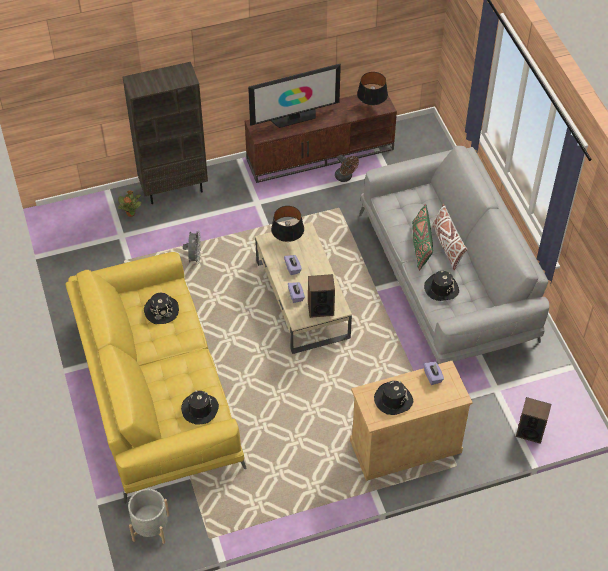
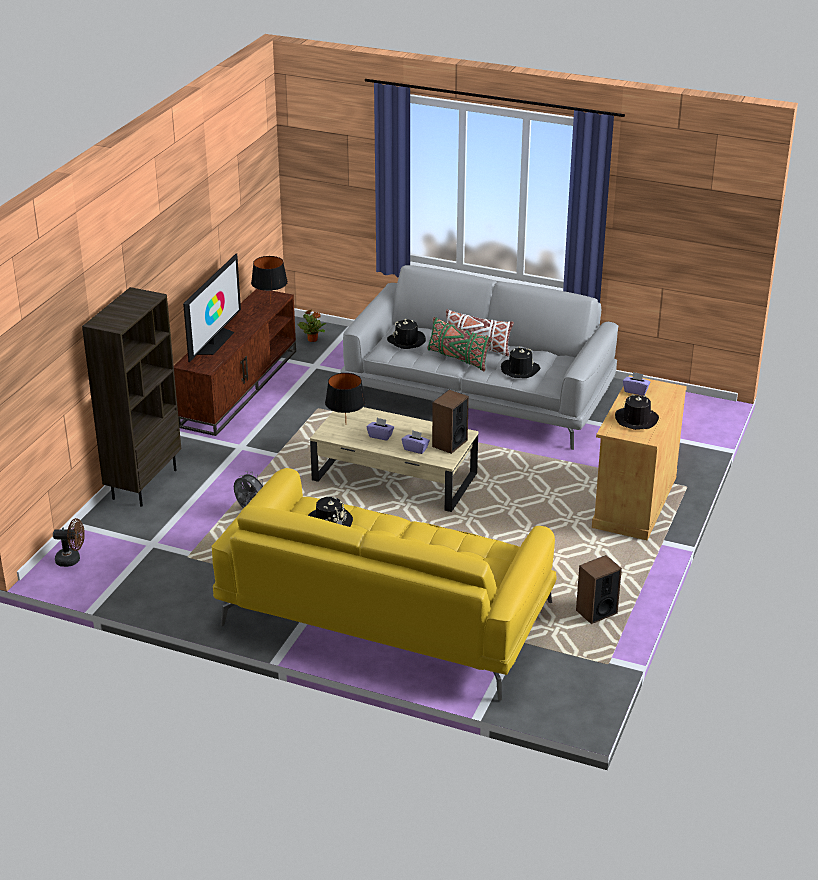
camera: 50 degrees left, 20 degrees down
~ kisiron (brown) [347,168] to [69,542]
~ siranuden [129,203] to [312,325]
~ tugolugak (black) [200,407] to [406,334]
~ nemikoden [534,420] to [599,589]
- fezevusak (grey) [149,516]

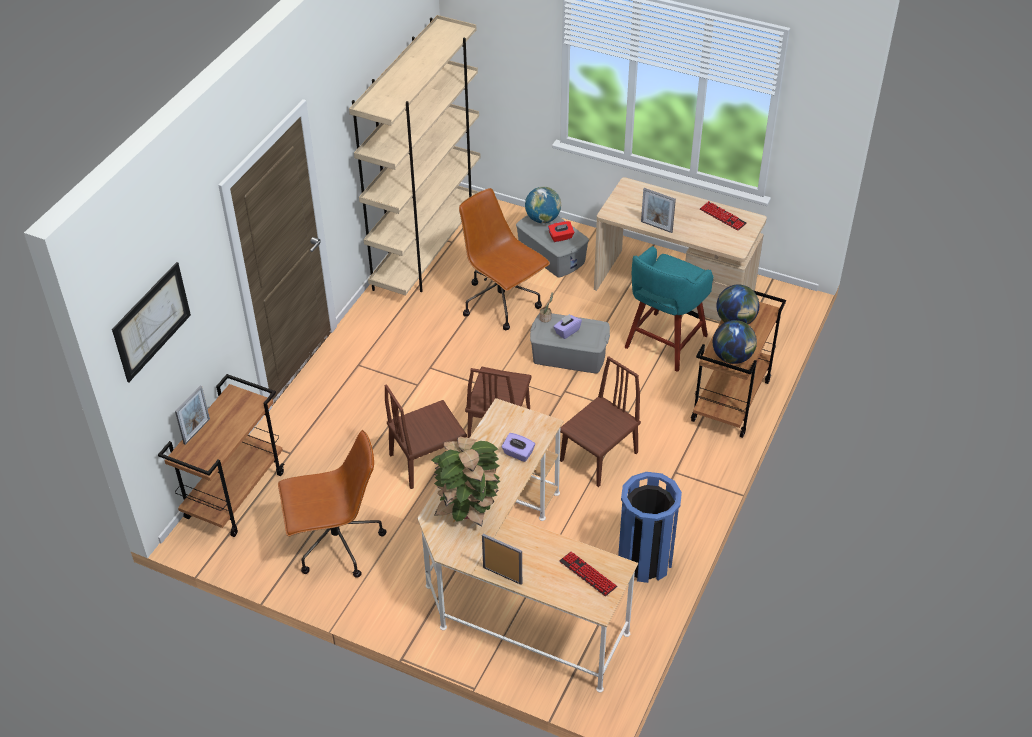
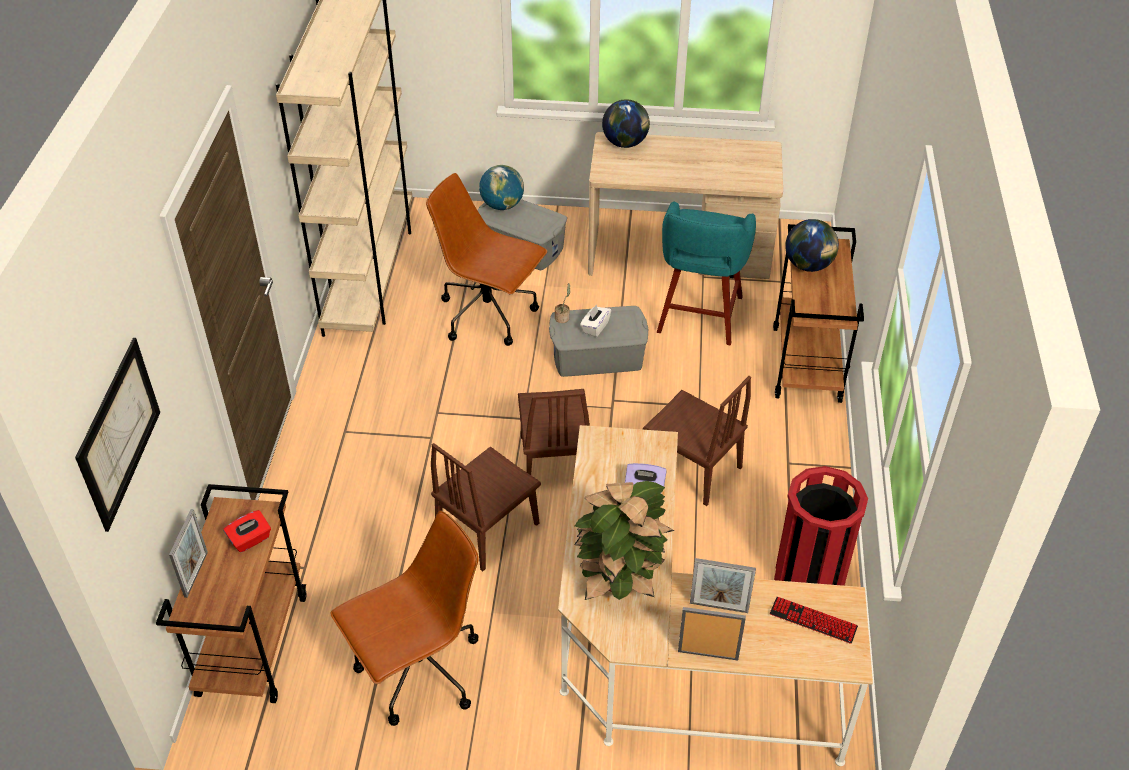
camera: 20 degrees left, 0 degrees up
~ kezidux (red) [561,231] to [247,531]
~ kezidux (purple) [567,326] to kezidux (white) [595,320]
~ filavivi [735,342] to [626,123]
~ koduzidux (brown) [600,421] = [697,441] 105 degrees clockwise
~ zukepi [658,210] to [723,585]
~ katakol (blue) [650,527] to katakol (red) [821,526]
- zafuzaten [723,216]

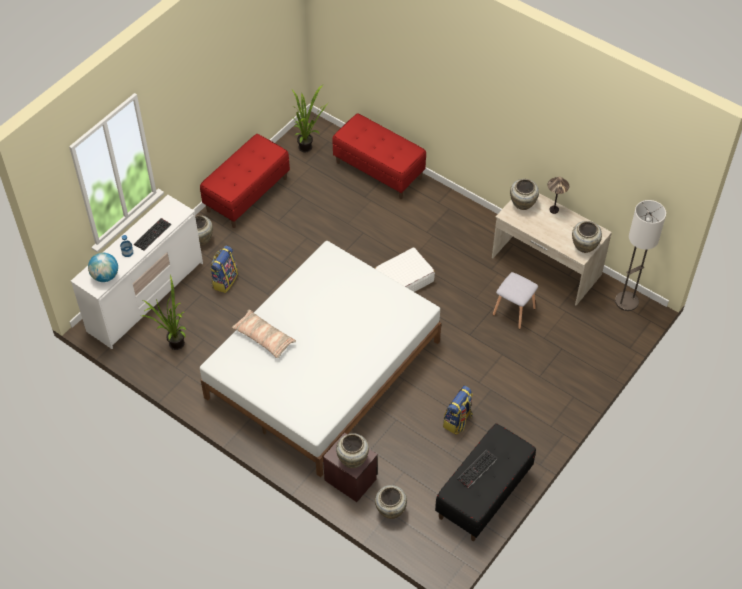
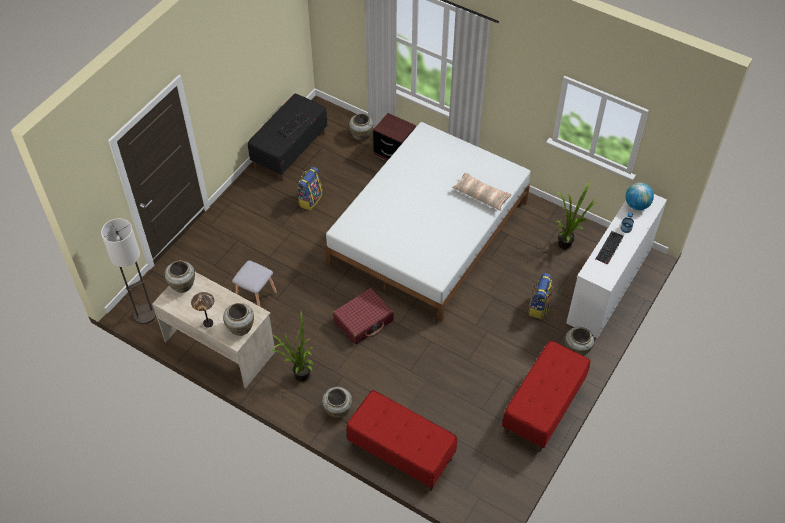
camera: 175 degrees right, 0 degrees up
~ siranuden [310,118] to [291,346]
~ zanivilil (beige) [352,450] to [337,402]
~ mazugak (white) [405,269] to mazugak (red) [363,316]

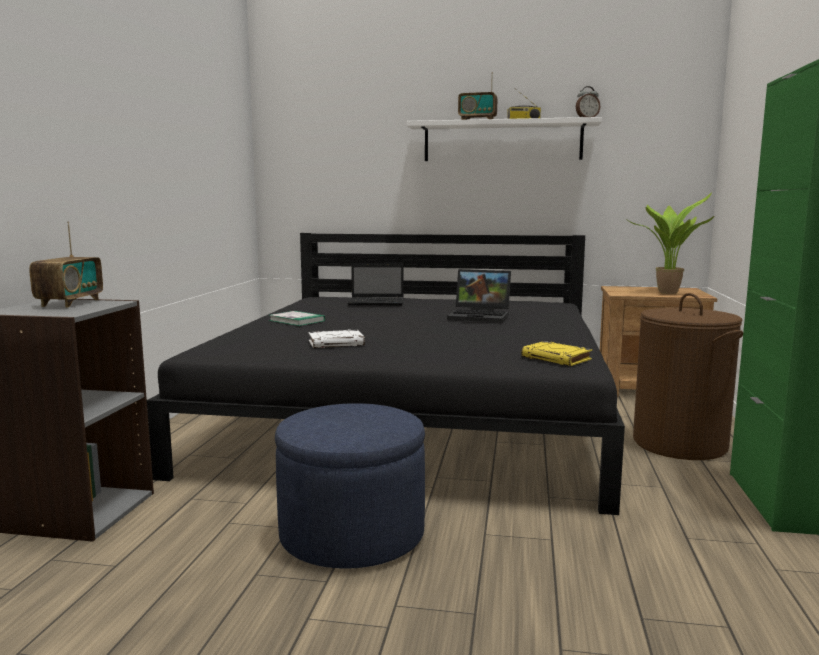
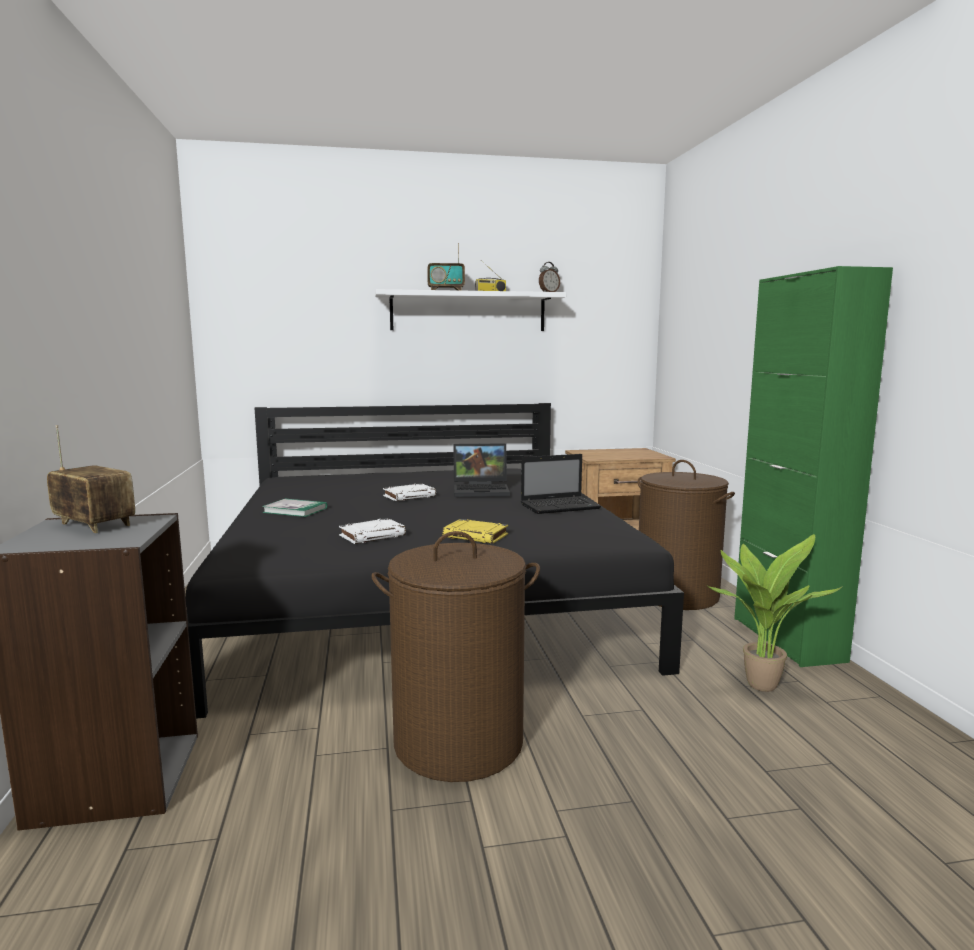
camera: 20 degrees left, 0 degrees up
~ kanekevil [66,264] = [91,479] 45 degrees counterclockwise
~ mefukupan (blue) [350,486] to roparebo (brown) [455,656]
+ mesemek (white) [409,492]
~ mesemek (yellow) [556,353] to [475,531]
~ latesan [376,284] to [561,484]
~ siranuden [671,243] to [774,613]

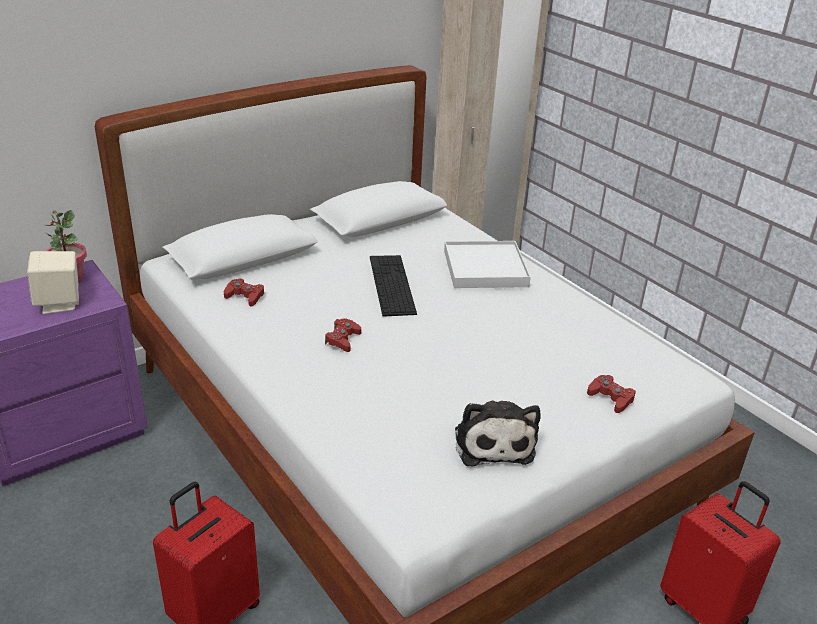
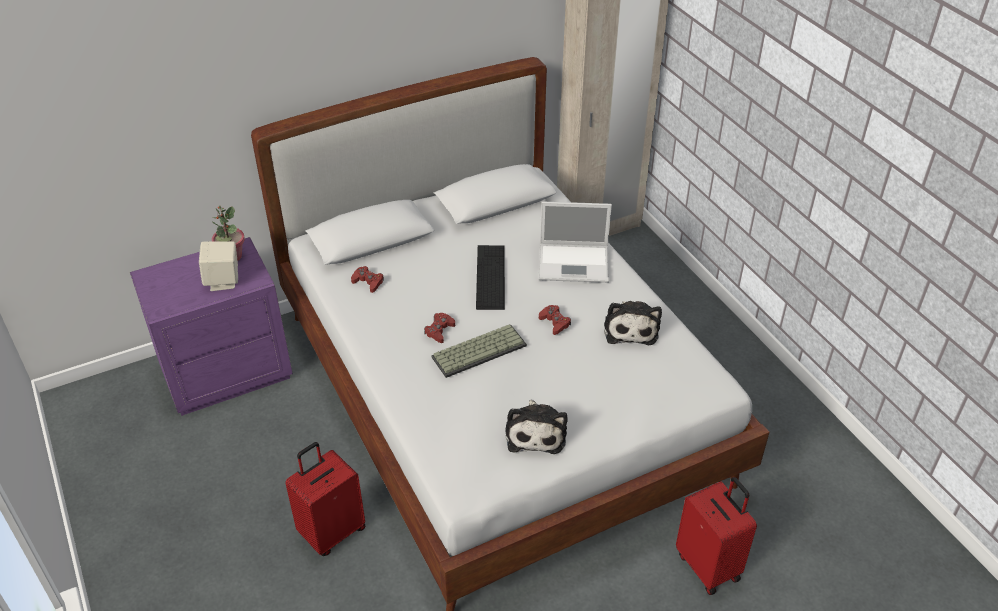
camera: 10 degrees right, 10 degrees up
+ zafuzaten [479,351]
~ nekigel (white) [487,264] to latesan [575,242]
~ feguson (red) [611,394] to [555,320]
+ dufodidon [633,323]

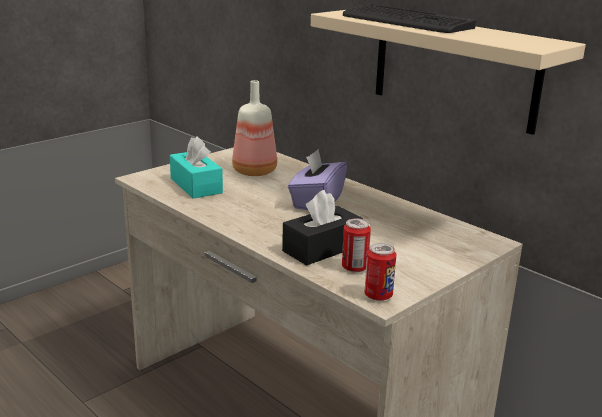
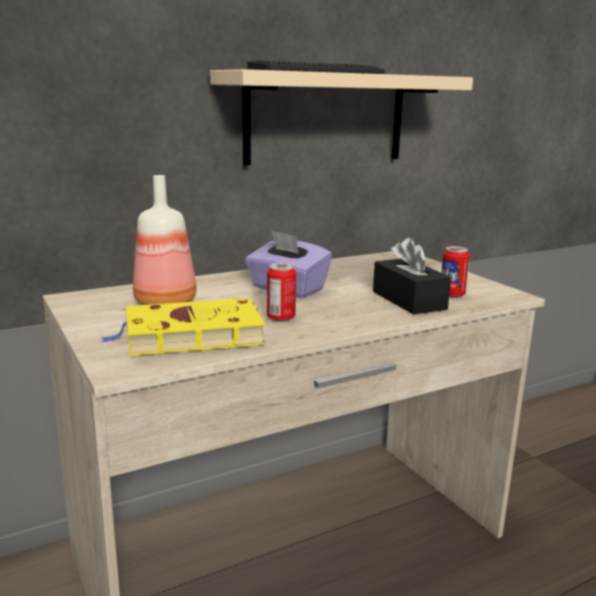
camera: 75 degrees left, 5 degrees down
~ kezidux (turquoise) [196,167] to mesemek (yellow) [183,327]
~ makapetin [380,272] to [281,292]

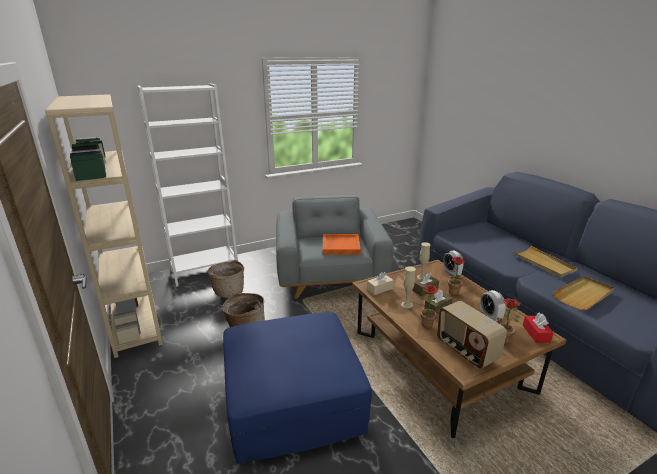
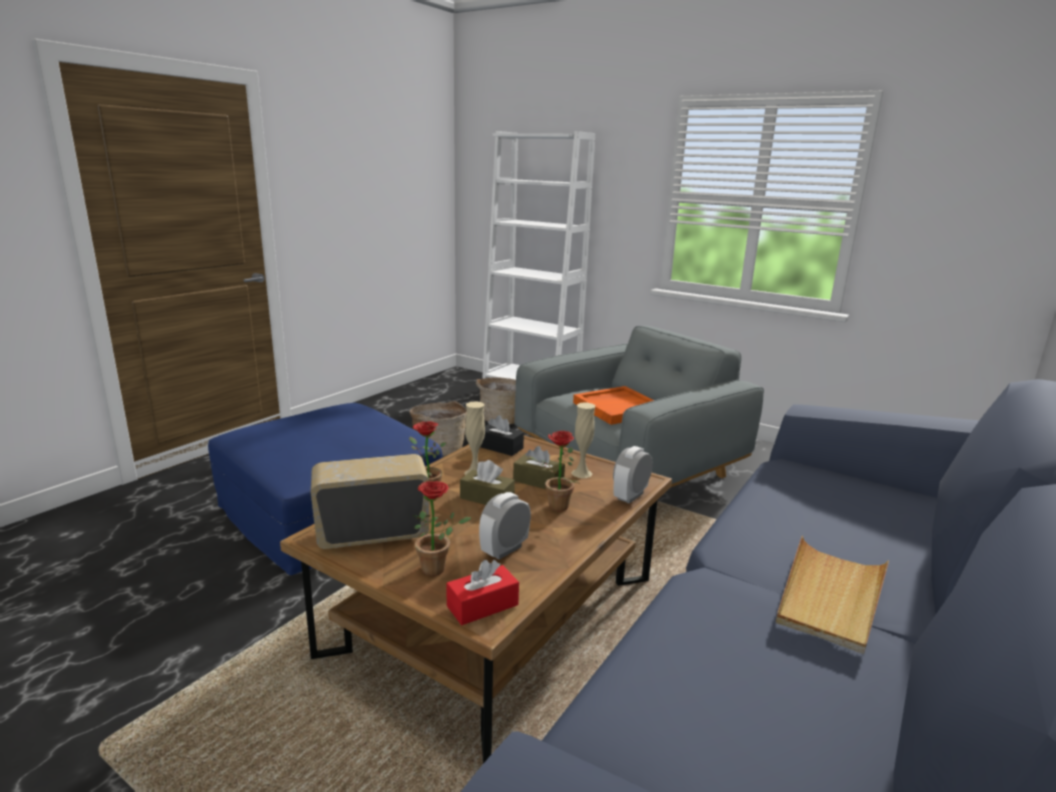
camera: 60 degrees right, 5 degrees down
~ kanekevil [472,335] = [370,501] 45 degrees clockwise
~ kezidux (beige) [380,283] to kezidux (black) [502,435]
- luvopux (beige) [104,226]
- nekigel (beige) [583,293]

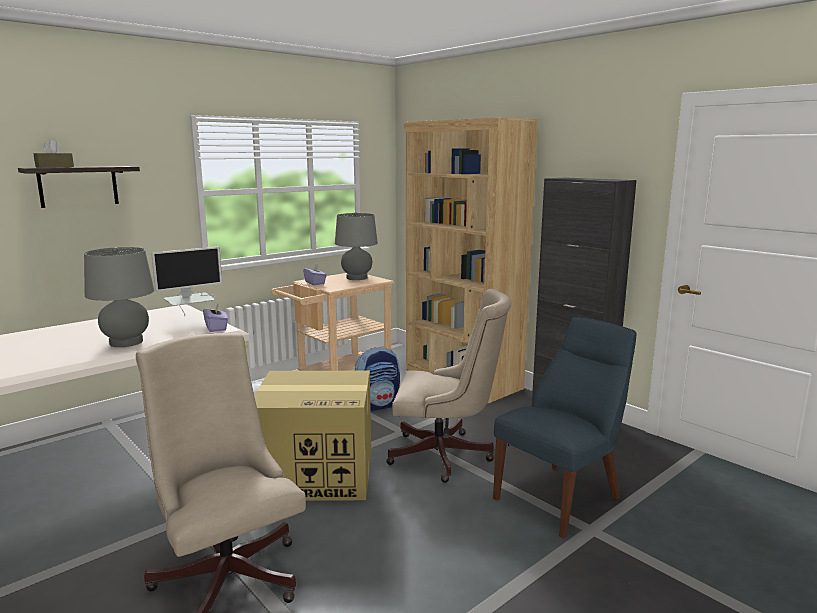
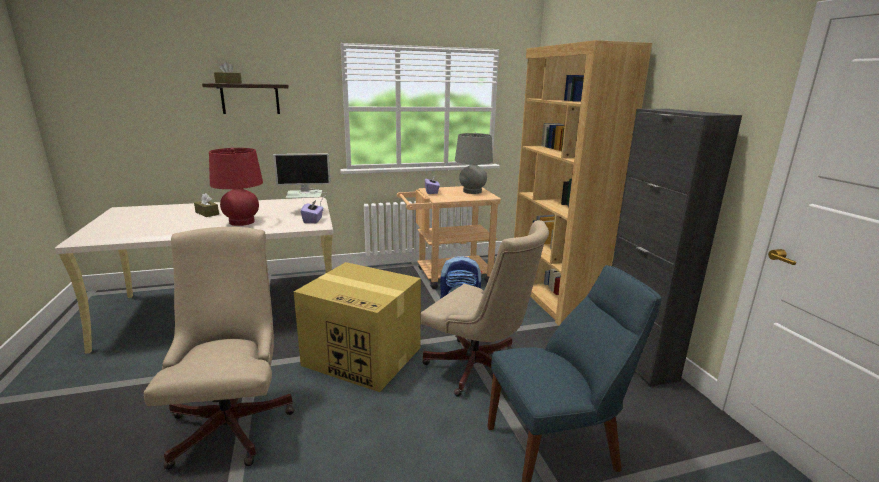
camera: 25 degrees right, 5 degrees up
+ kezidux (brown) [206,205]
~ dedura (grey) [119,297] to dedura (red) [236,187]

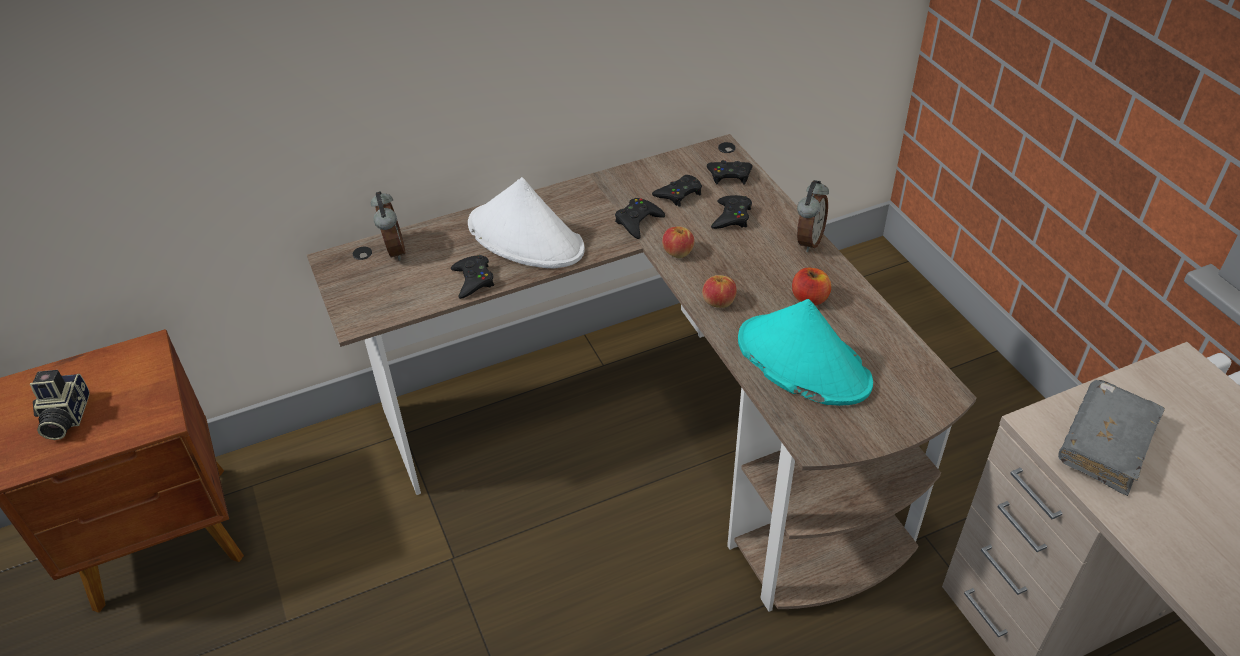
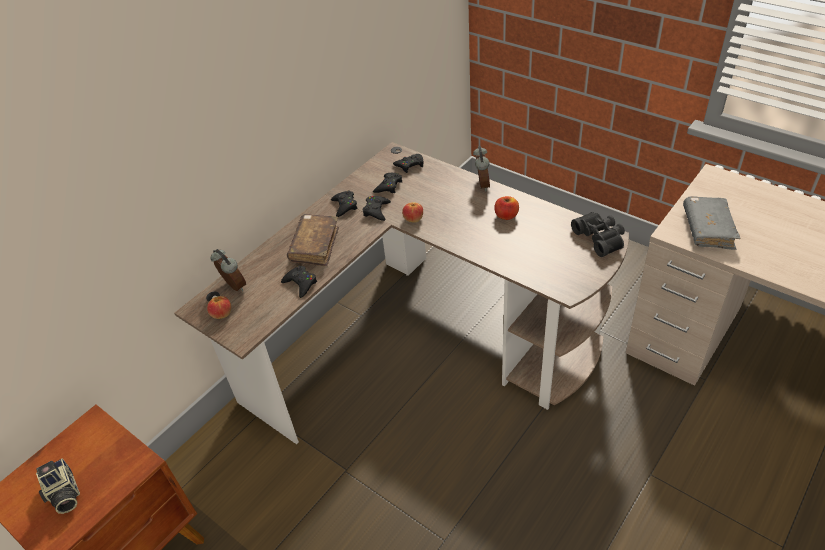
camera: 25 degrees left, 0 degrees up
~ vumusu [719,291] to [219,307]
~ tugolugak (white) [526,222] to mesemek (brown) [313,240]
~ feguson (black) [731,212] to [344,203]
+ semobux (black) [598,234]
- tugolugak (turquoise) [805,352]

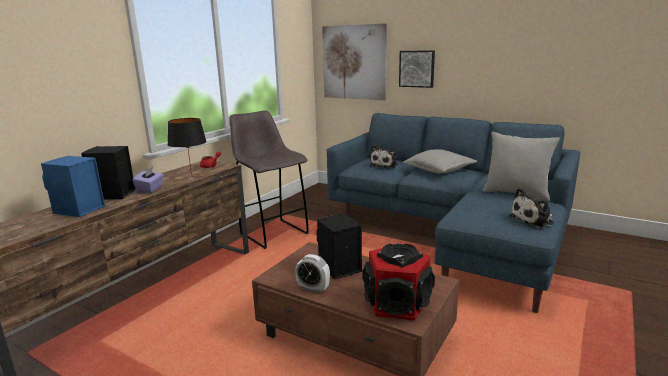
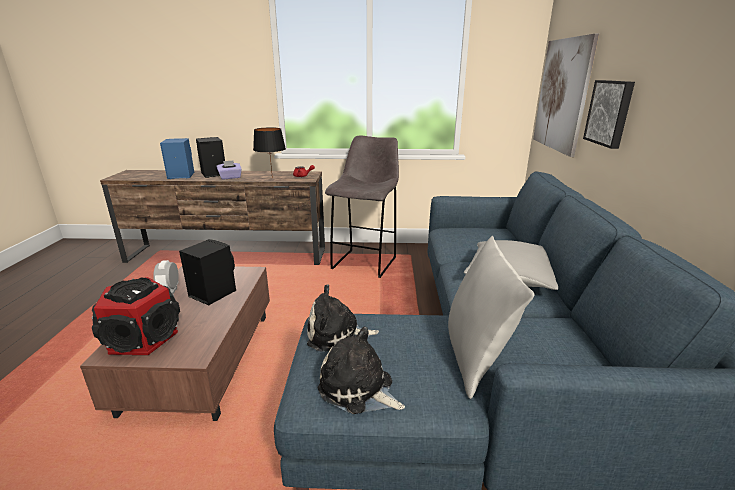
camera: 60 degrees right, 5 degrees up
~ dufodidon [384,157] to [343,318]

